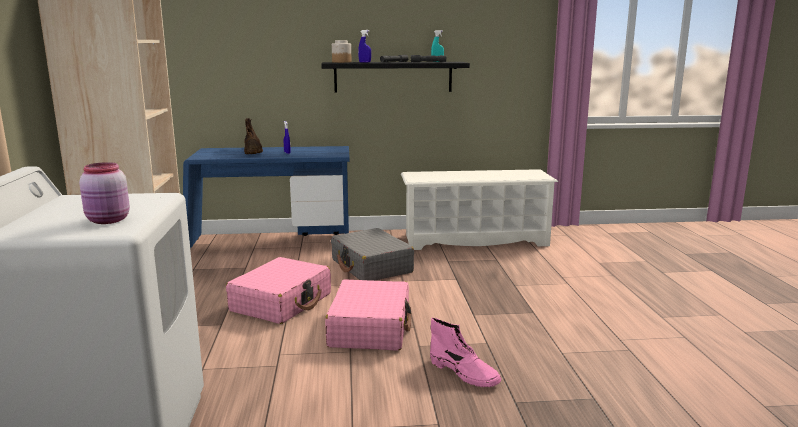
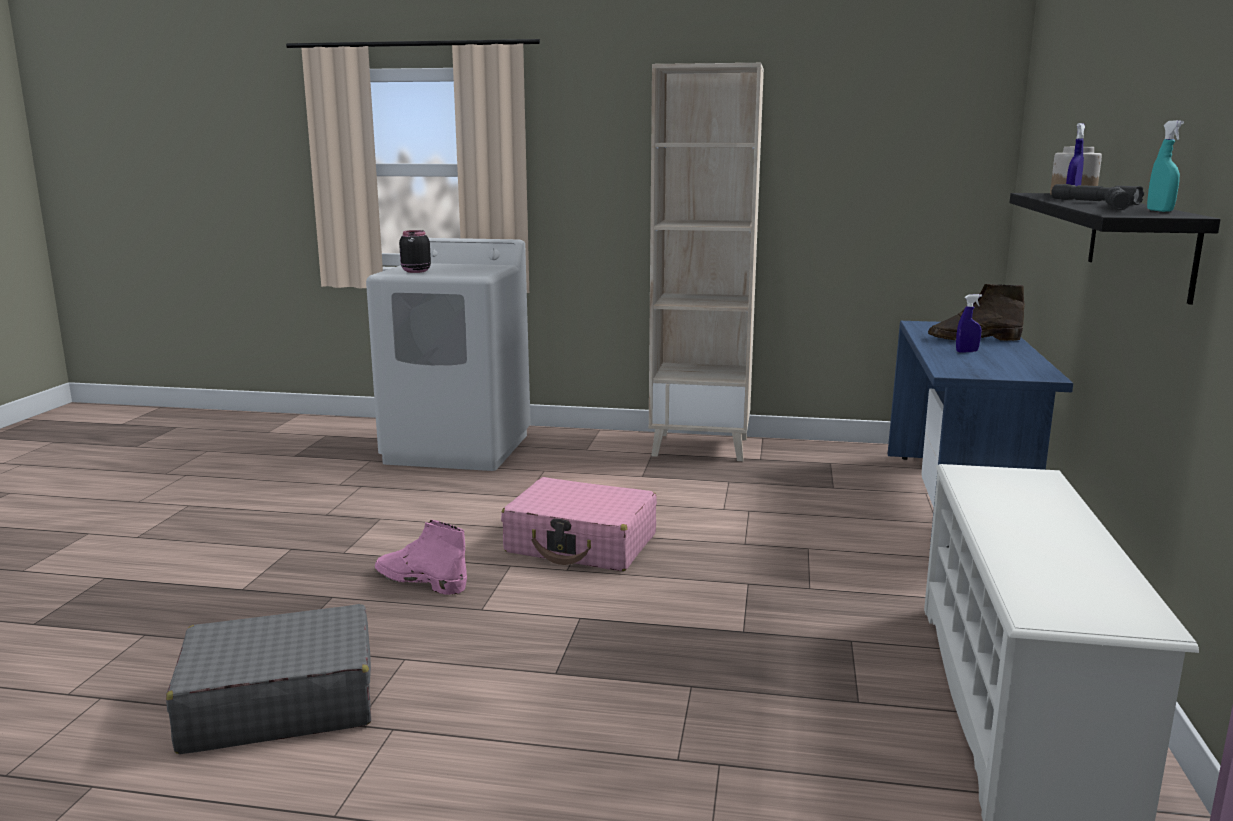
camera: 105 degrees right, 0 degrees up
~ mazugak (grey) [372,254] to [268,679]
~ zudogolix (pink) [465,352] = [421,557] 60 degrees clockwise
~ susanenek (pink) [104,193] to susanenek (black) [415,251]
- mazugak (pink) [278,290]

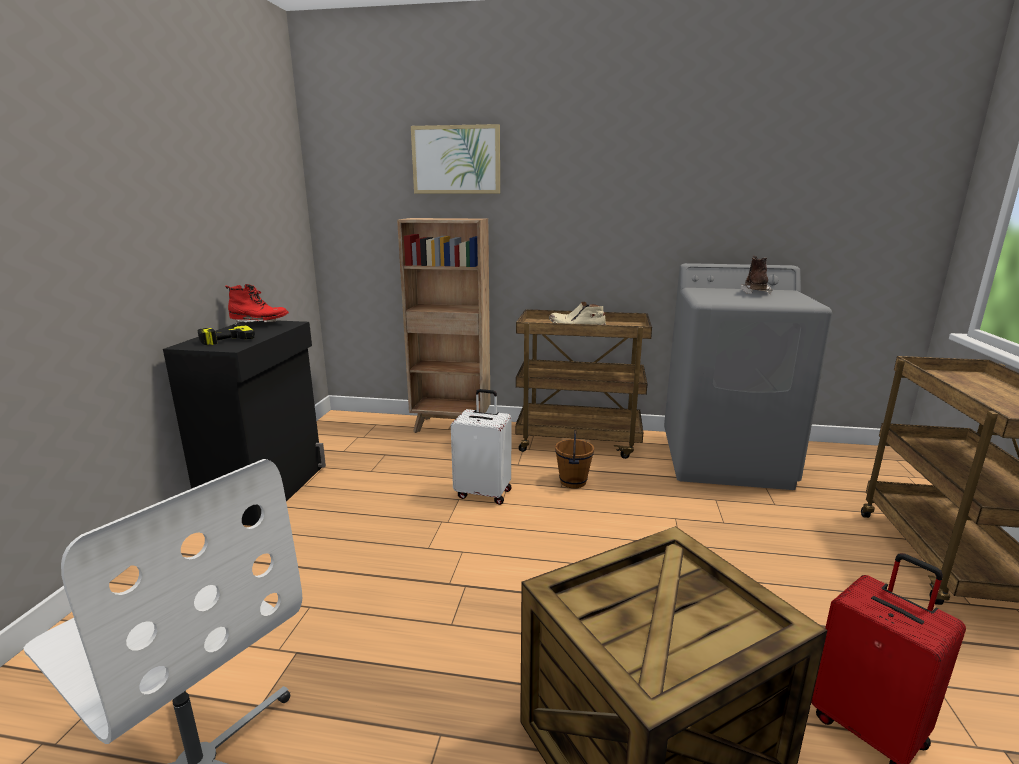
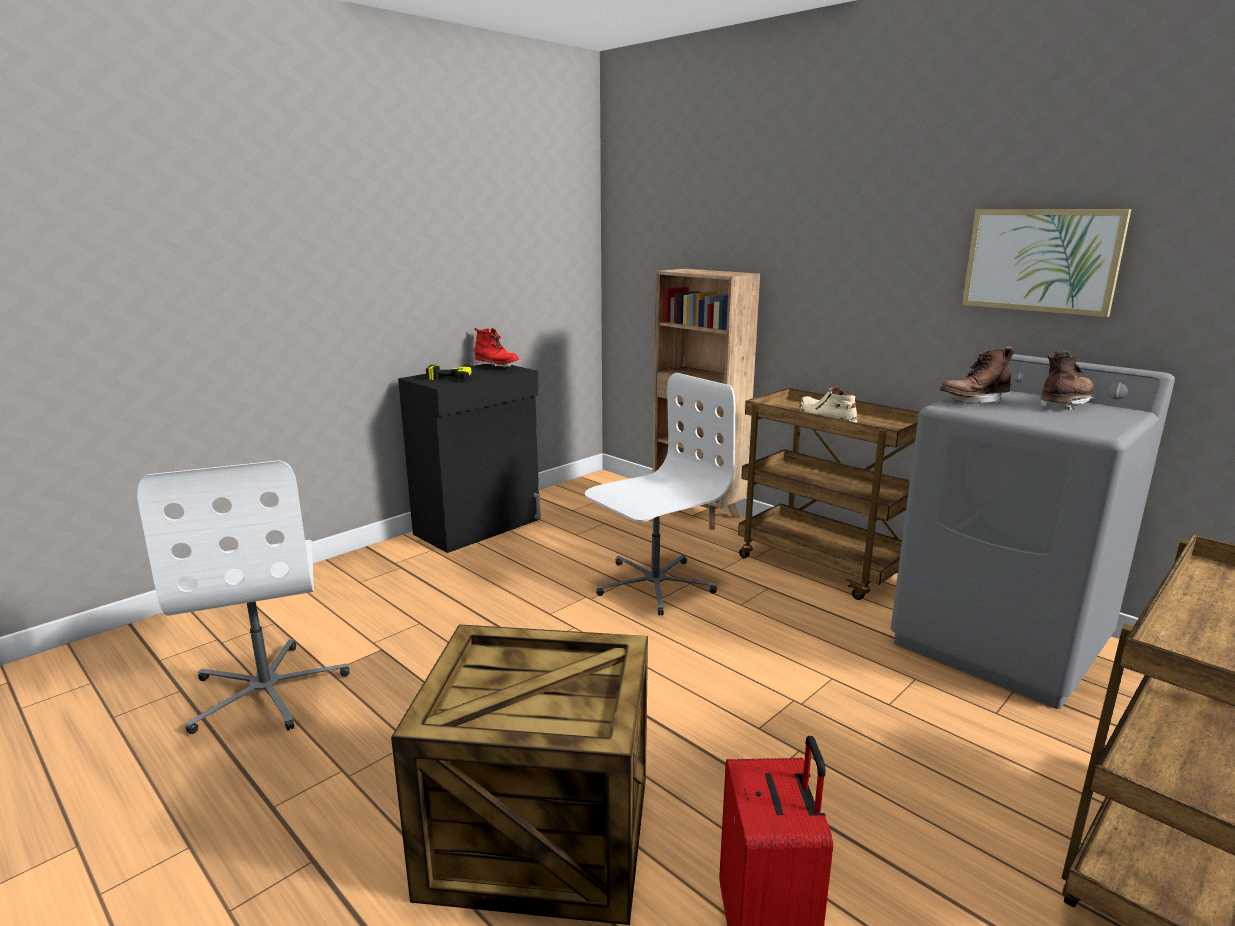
camera: 35 degrees right, 0 degrees up
~ mazugak (white) [481,447] to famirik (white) [660,494]
+ zudogolix (brown) [977,375]
~ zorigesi [455,159] to [1046,263]
- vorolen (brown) [574,458]

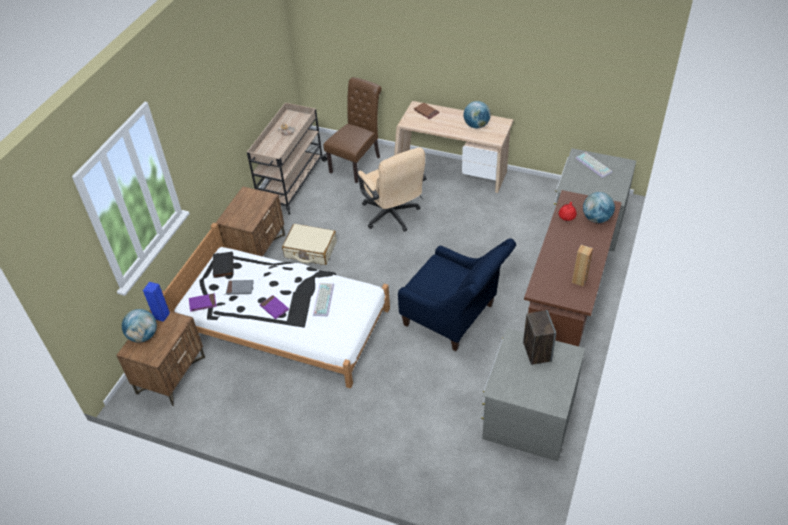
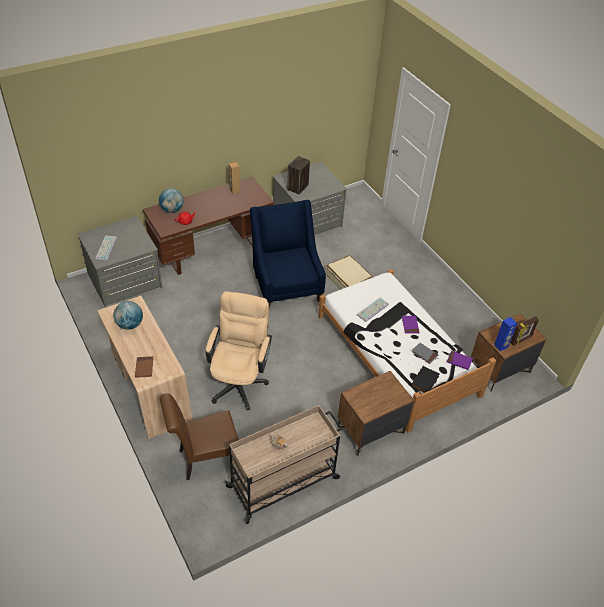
camera: 145 degrees left, 0 degrees up
~ mazugak (beige) [309,244] to [349,272]
~ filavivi [139,326] to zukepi [524,331]

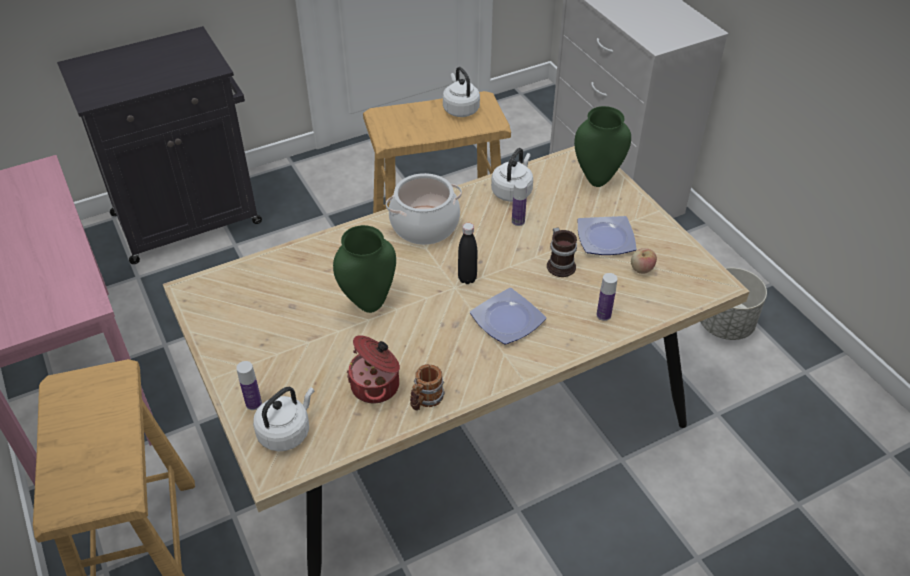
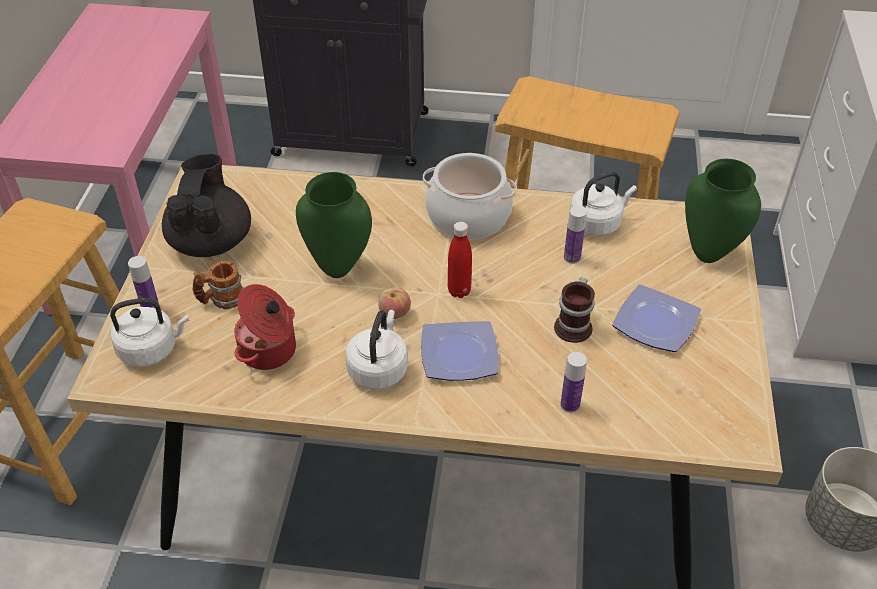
camera: 35 degrees right, 0 degrees up
+ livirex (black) [206,205]
~ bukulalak [427,387] to [218,285]
~ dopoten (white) [461,92] to [376,349]
~ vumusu [644,261] to [394,303]
~ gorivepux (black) [467,253] to gorivepux (red) [460,260]

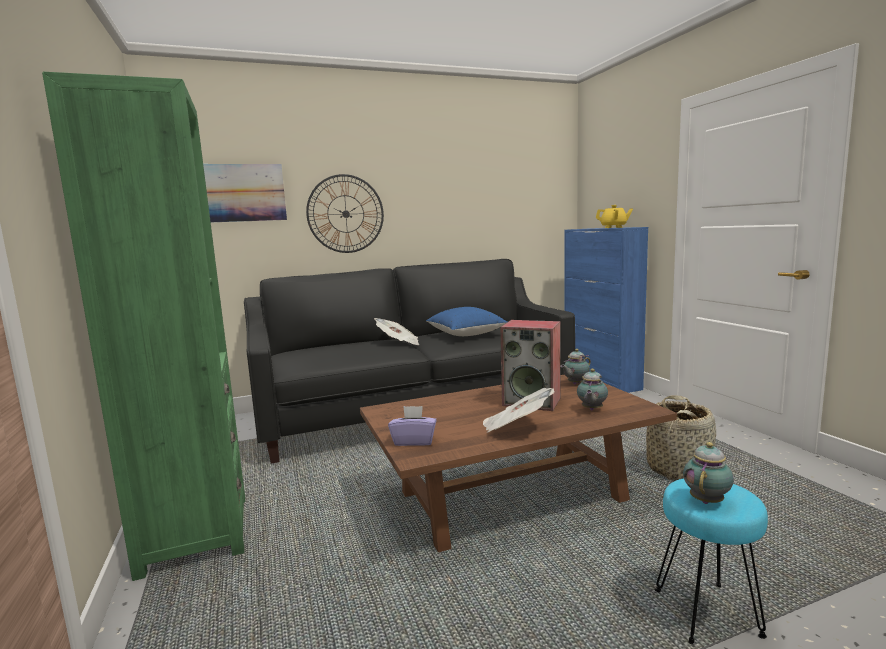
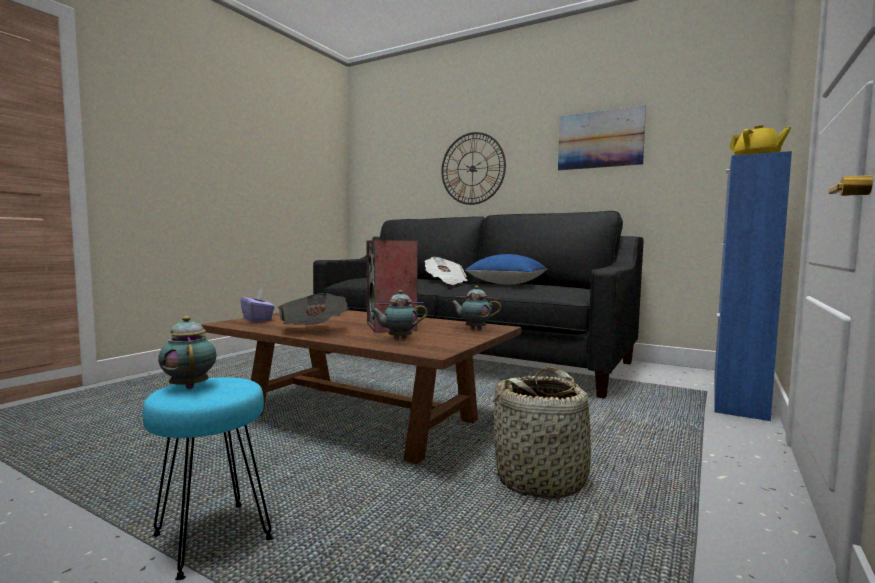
camera: 50 degrees right, 5 degrees down
~ livirex [708,473] = [187,352] 120 degrees counterclockwise
~ zorigesi [245,193] to [602,138]
- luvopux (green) [143,326]

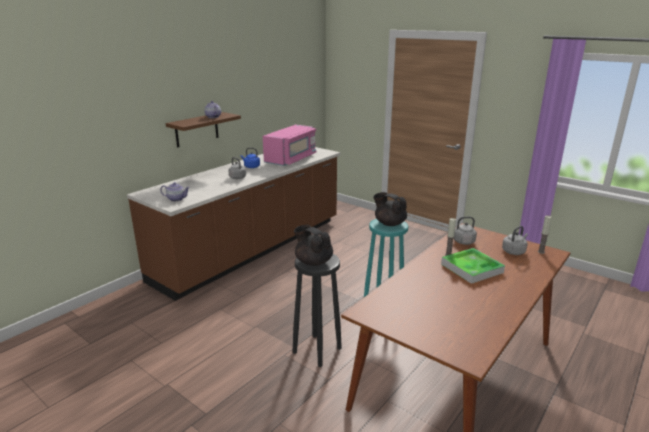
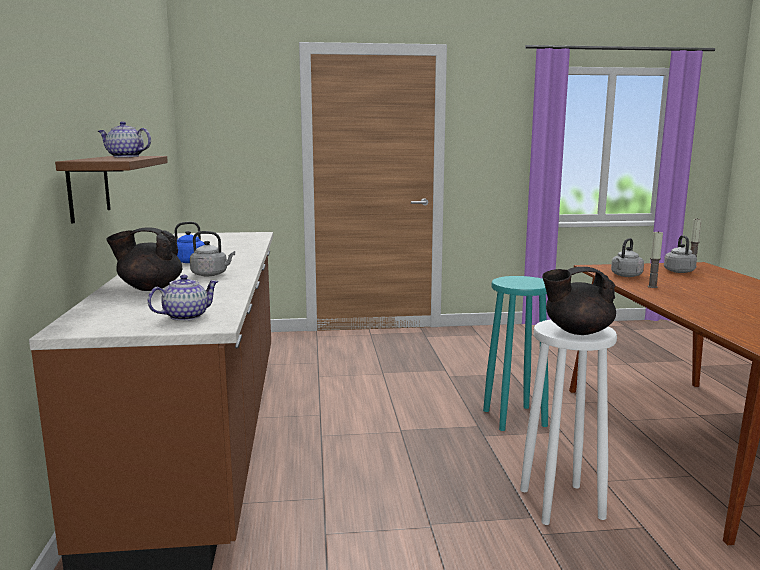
camera: 45 degrees left, 10 degrees down
~ livirex (black) [390,209] to [144,259]
~ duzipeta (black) [317,310] to duzipeta (white) [568,422]
- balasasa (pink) [289,145]
- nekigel [473,266]

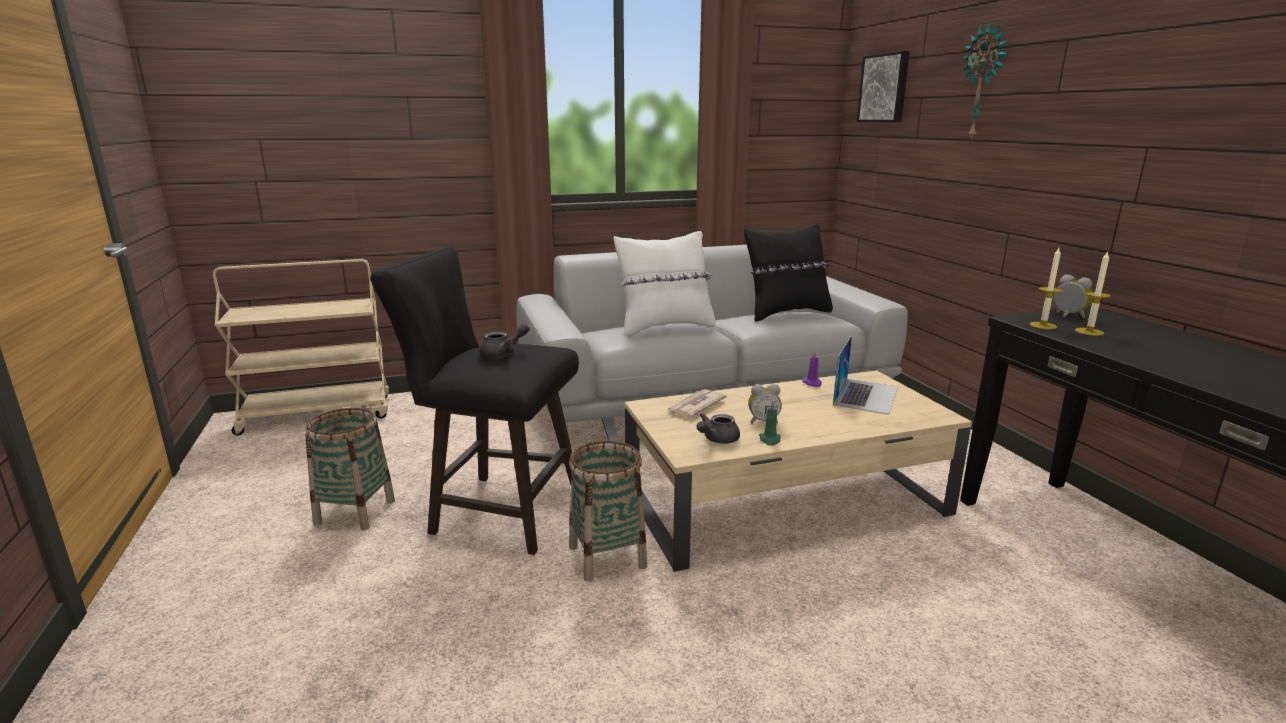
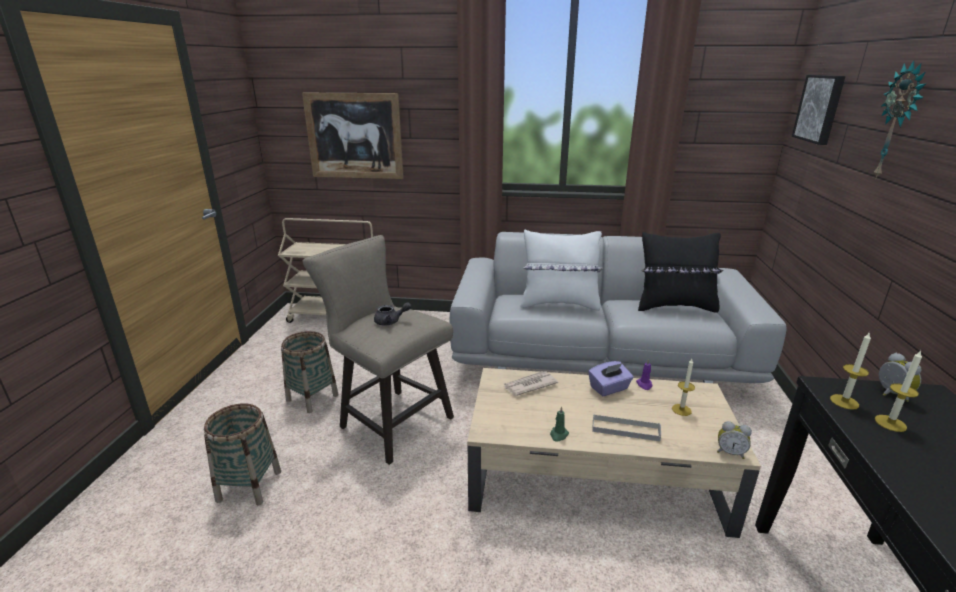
camera: 25 degrees right, 5 degrees up
~ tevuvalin [608,511] to [242,454]
+ zorigesi [353,136]
~ duzipeta (black) [474,400] to duzipeta (beige) [378,350]
+ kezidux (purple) [610,378]
+ nekigel (grey) [626,427]
~ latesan [865,375] to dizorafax [683,387]
~ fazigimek [765,403] to [734,440]
- livirex (grey) [718,428]

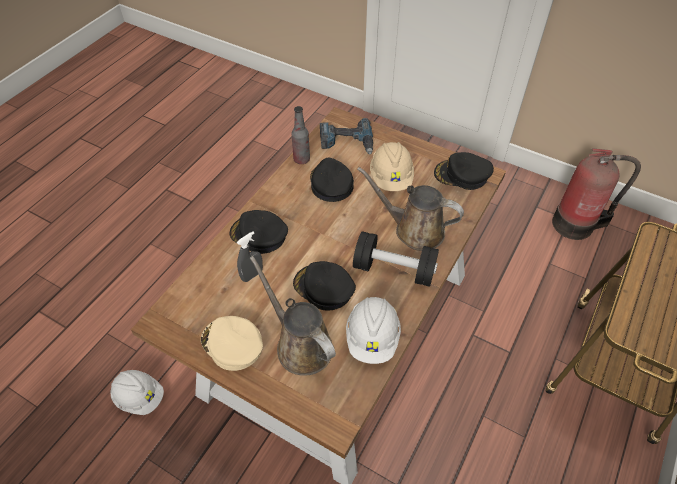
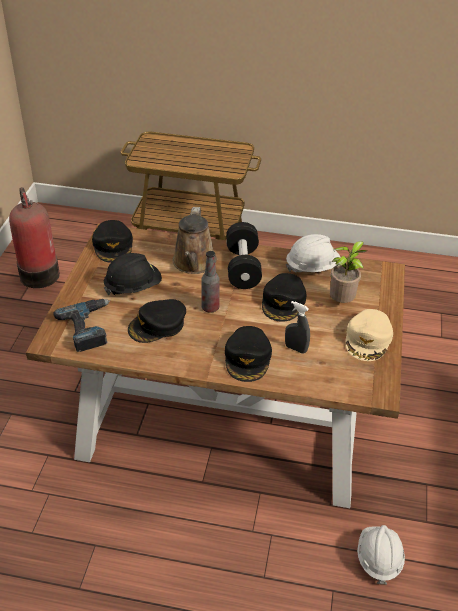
camera: 110 degrees left, 10 degrees down
~ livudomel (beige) [392,166] to livudomel (black) [133,274]
~ gorivepux [301,135] to [210,282]
~ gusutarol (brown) [293,316] to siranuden [348,272]

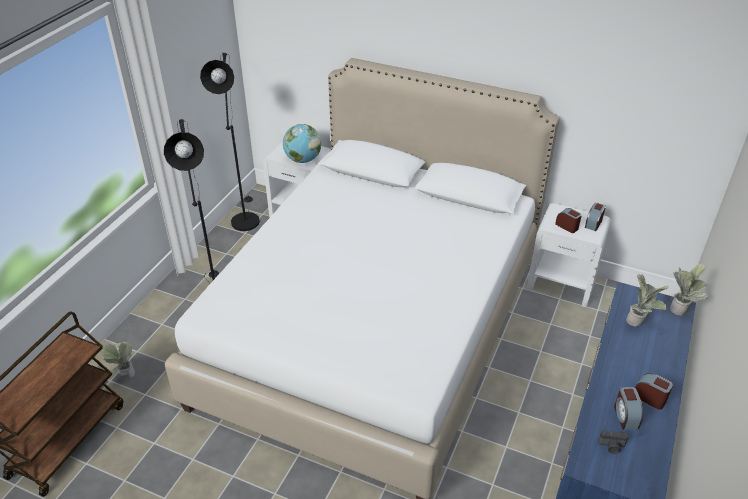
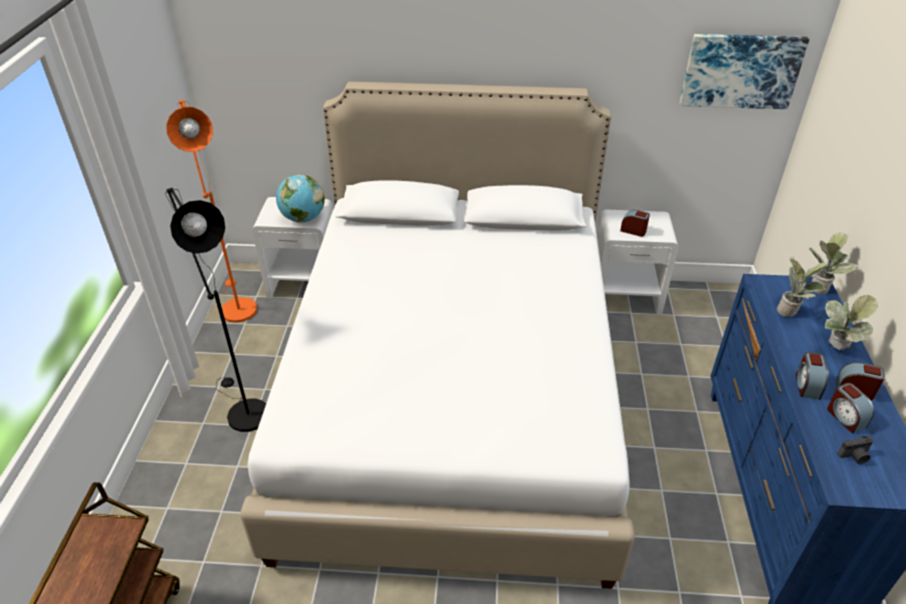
camera: 20 degrees left, 0 degrees up
~ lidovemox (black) [230,142] to lidovemox (orange) [211,211]
+ zorigesi [744,71]
~ fazigimek [595,217] to [812,376]
~ siranuden [118,360] to [851,322]

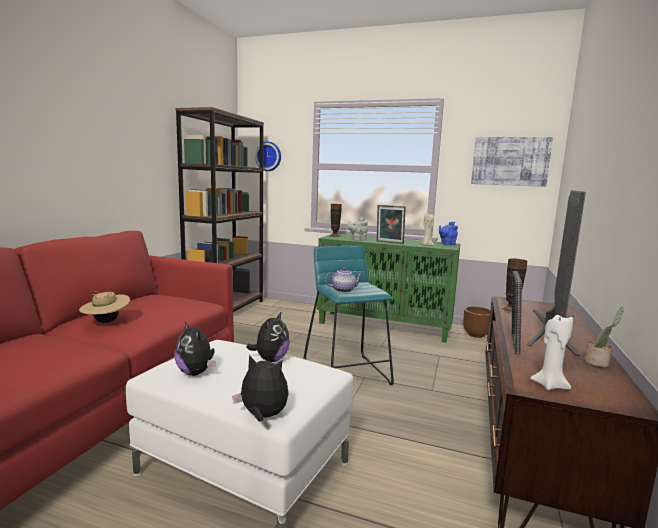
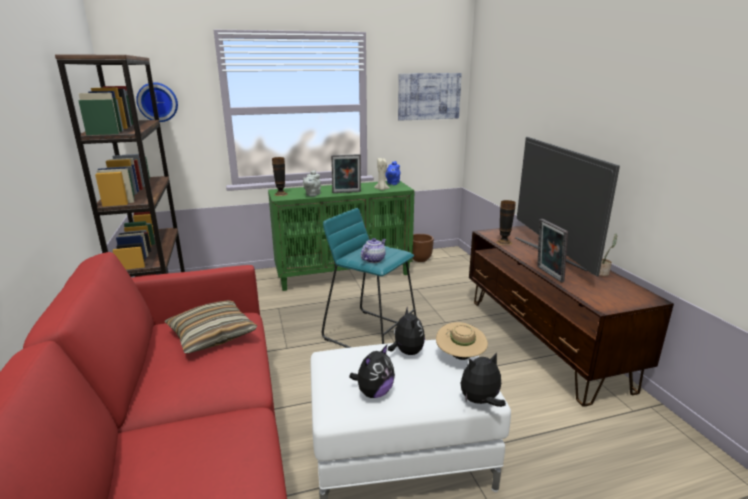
camera: 35 degrees left, 10 degrees up
+ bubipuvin [211,326]
~ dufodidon [194,349] = [372,371] 60 degrees counterclockwise
~ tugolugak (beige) [104,307] to [462,341]
- dizorafax (white) [551,352]

